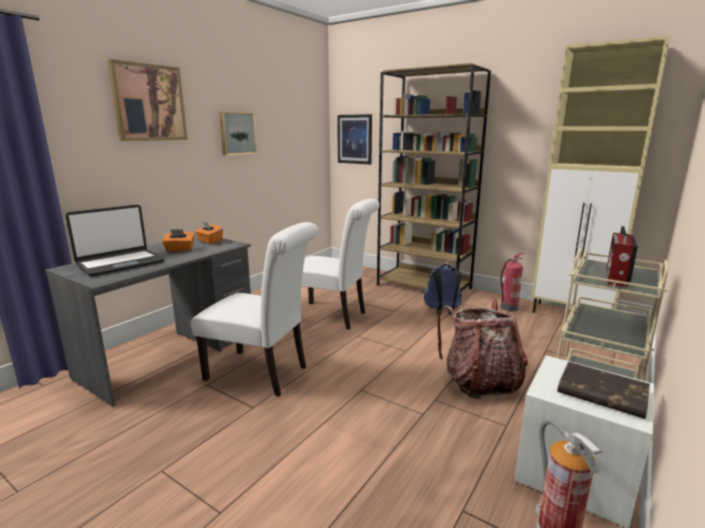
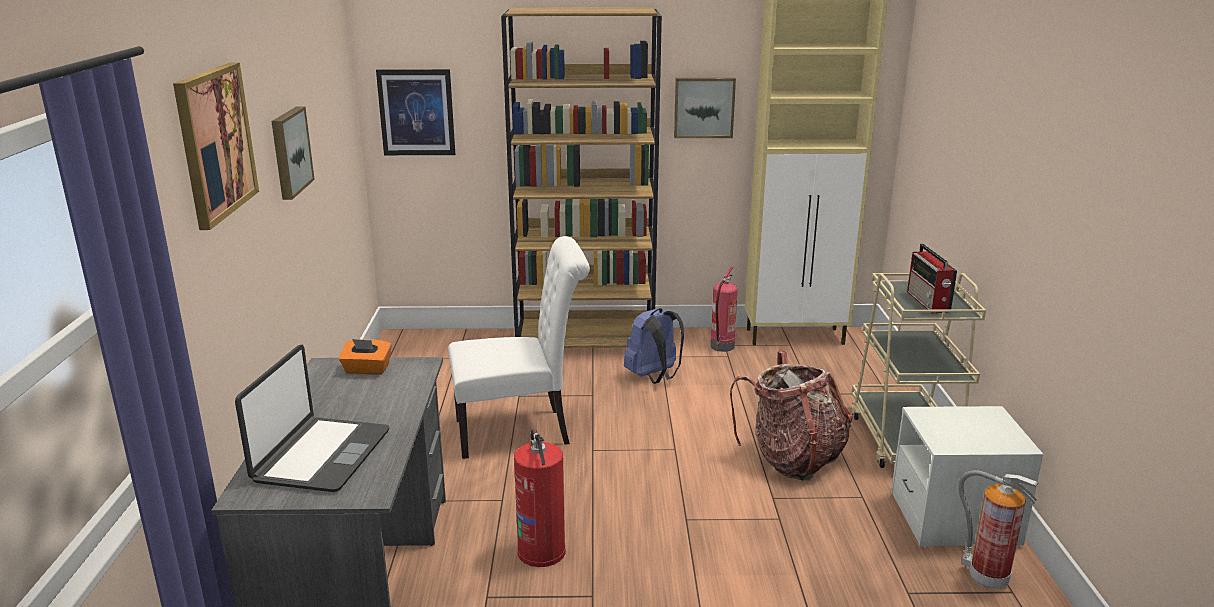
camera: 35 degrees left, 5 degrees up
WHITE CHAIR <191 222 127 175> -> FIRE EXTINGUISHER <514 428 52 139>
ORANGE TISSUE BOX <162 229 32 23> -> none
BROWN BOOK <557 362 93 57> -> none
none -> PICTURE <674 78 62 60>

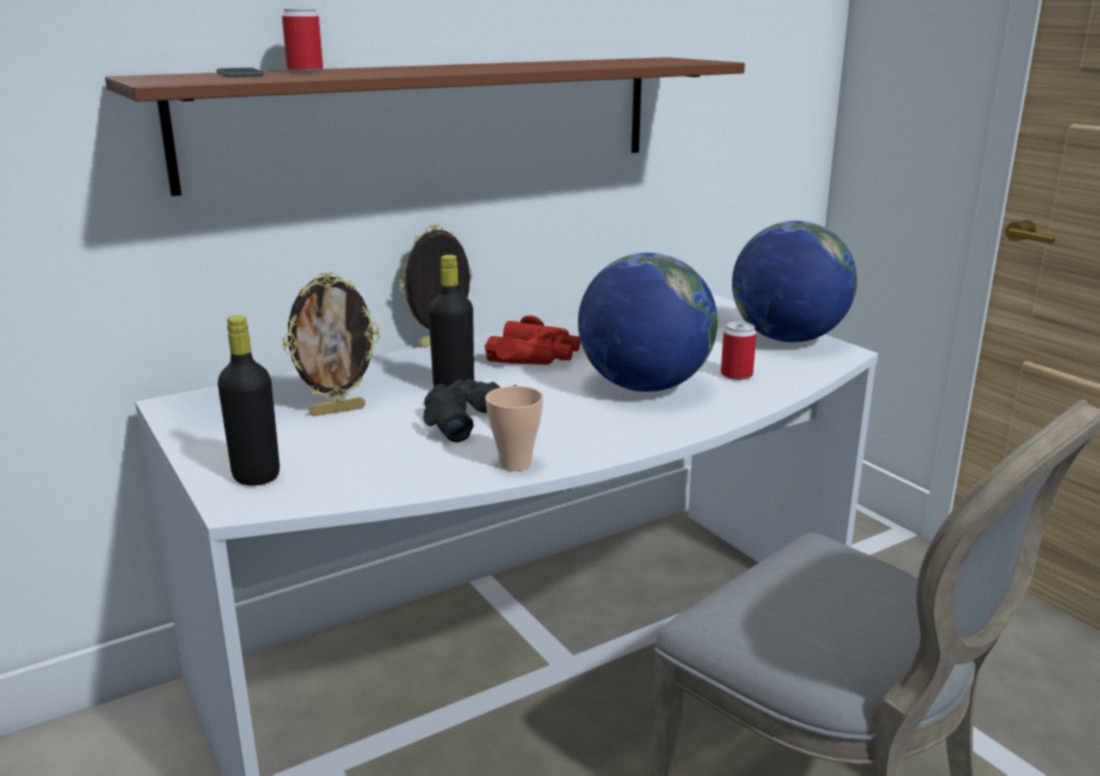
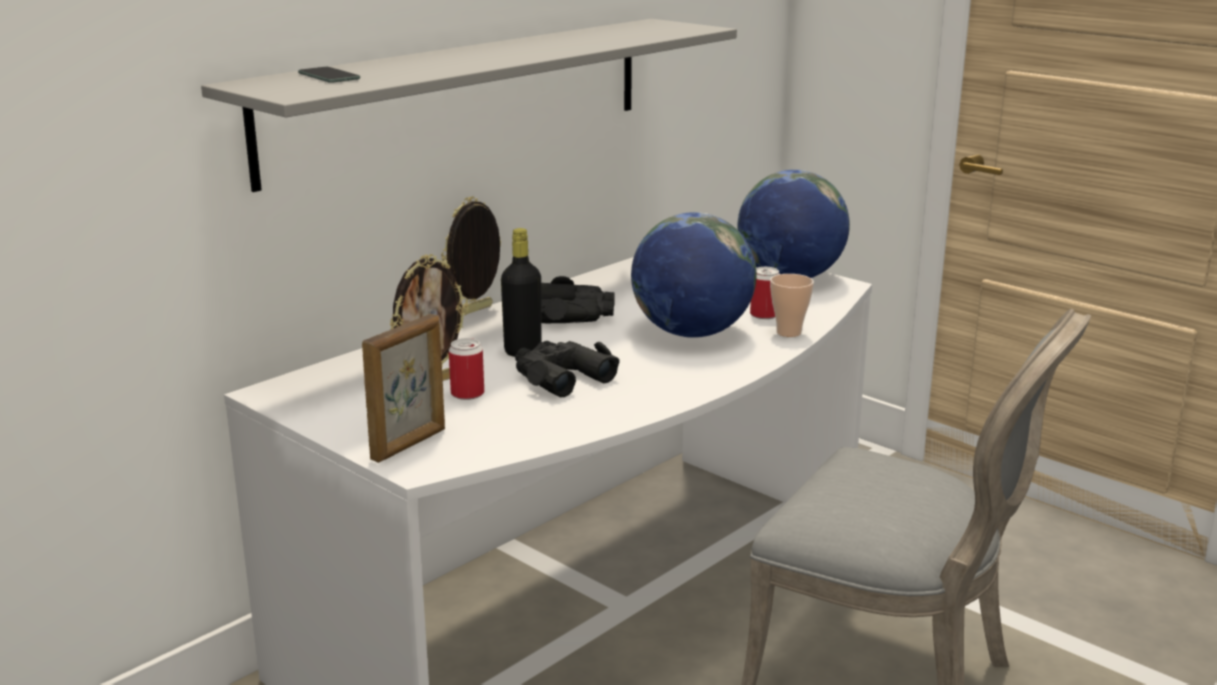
camera: 15 degrees left, 0 degrees up
CAN <282 8 41 64> -> CAN <449 338 35 62>, relocated
BROWN SHELF <105 57 640 139> -> GREY SHELF <201 19 536 173>
BLACK BOTTLE <218 315 62 171> -> PICTURE FRAME <362 314 83 149>
RED BINOCULARS <484 316 97 49> -> BLACK BINOCULARS <541 276 74 47>
CUP <485 386 59 85> -> CUP <770 274 44 63>, relocated

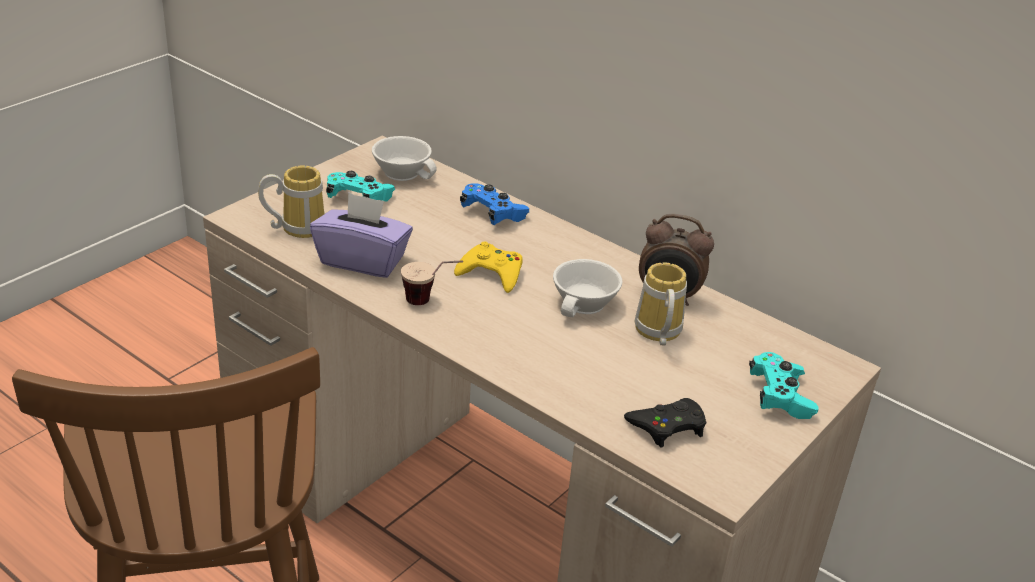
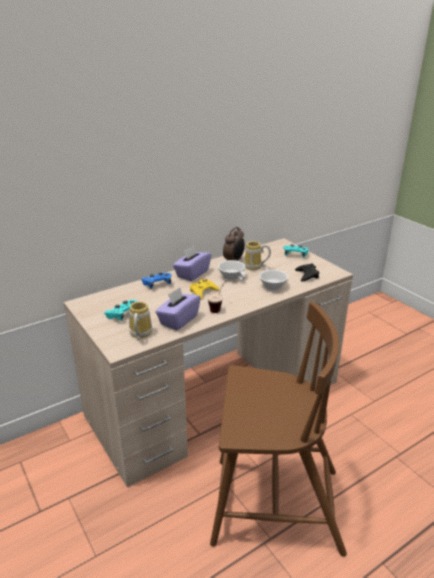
camera: 70 degrees left, 5 degrees down
WHITE CUP <372 136 65 45> -> WHITE CUP <259 269 29 22>, relocated
none -> PURPLE TISSUE BOX <173 245 38 36>

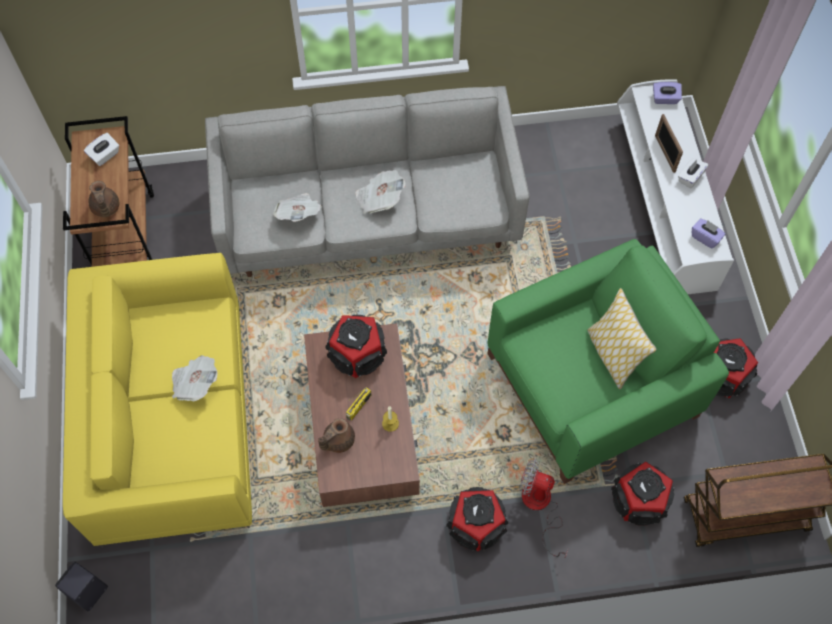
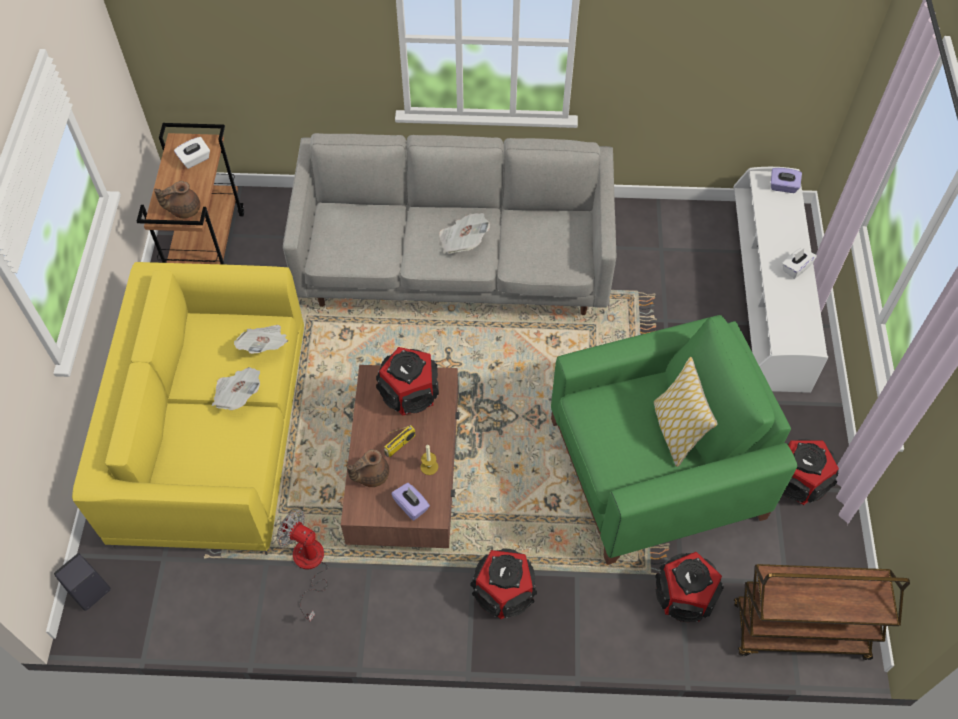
camera: 10 degrees right, 5 degrees down
PICTURE FRAME <655 114 28 59> -> none
BROWN TEAPOT <89 181 30 36> -> BROWN TEAPOT <154 181 46 37>, 75 degrees clockwise
NEWSPAPER <273 193 49 29> -> NEWSPAPER <234 325 54 29>, relocated
PURPLE TISSUE BOX <692 218 33 31> -> PURPLE TISSUE BOX <391 483 39 38>, relocated
FAN <520 459 48 100> -> FAN <277 510 51 111>, relocated

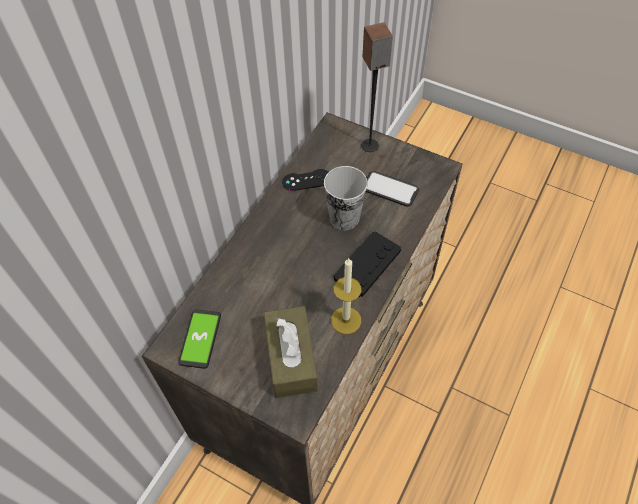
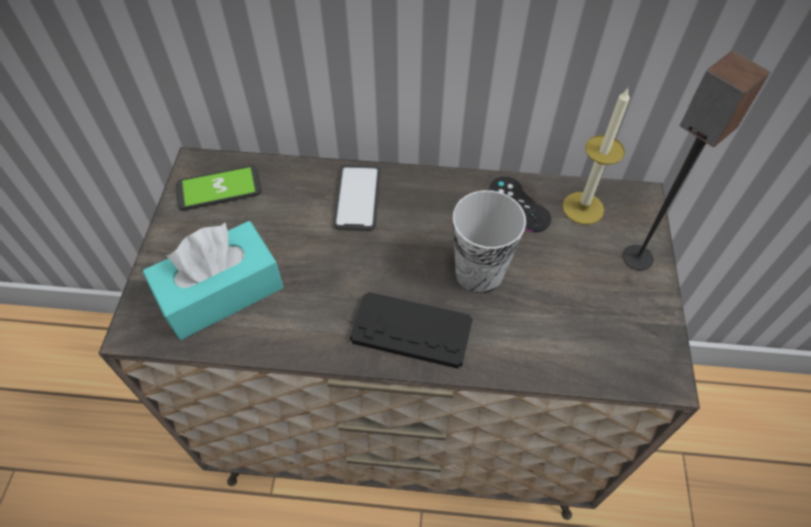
camera: 65 degrees right, 0 degrees up
PHONE <366 171 53 36> -> PHONE <333 165 47 65>, relocated
CANDLE <331 258 31 76> -> CANDLE <562 88 68 136>, relocated
BROWN TISSUE BOX <264 306 54 92> -> TURQUOISE TISSUE BOX <142 221 141 119>

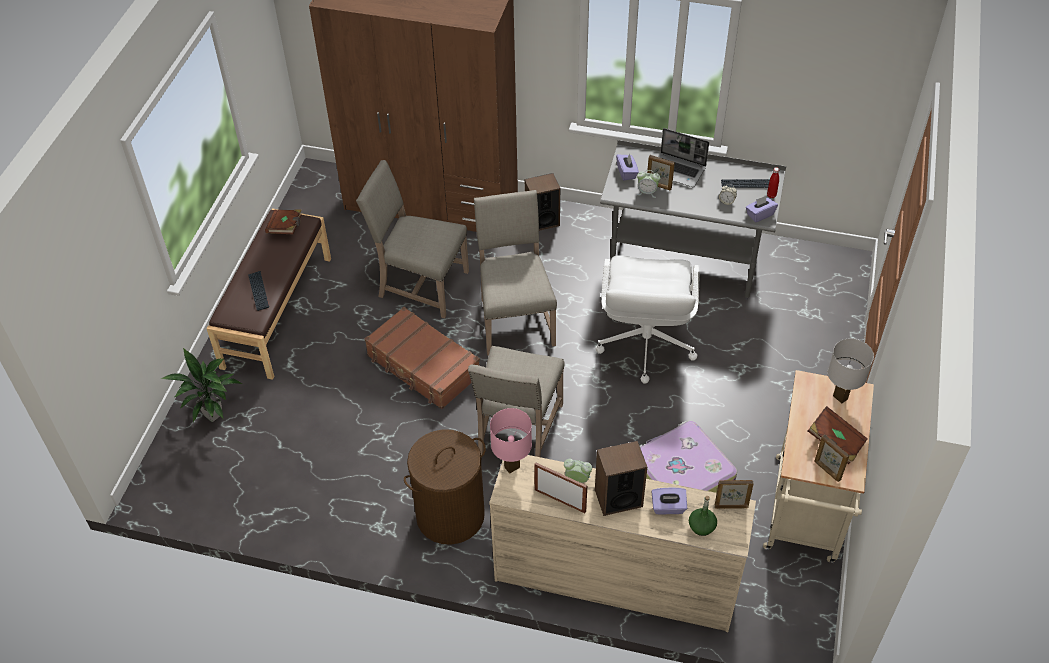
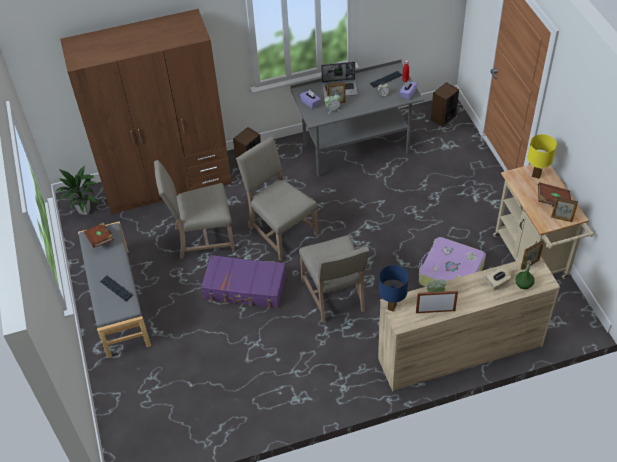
camera: 30 degrees left, 0 degrees up
BROWN BENCH <206 208 125 172> -> GREY BENCH <78 221 73 137>
WHITE OFFICE CHAIR <596 255 104 129> -> none
BROWN SUITCASE <364 307 116 102> -> PURPLE SUITCASE <201 255 85 53>
WHITE TABLE LAMP <828 339 46 65> -> YELLOW TABLE LAMP <527 134 30 45>
POTTED PLANT <160 348 82 74> -> POTTED PLANT <54 166 46 49>, relocated
PINK TABLE LAMP <490 408 42 66> -> BLUE TABLE LAMP <379 265 30 47>
BROWN LAUNDRY BASKET <404 429 82 116> -> none
SPEAKER <595 441 52 75> -> SPEAKER <431 82 28 45>, relocated
PURPLE TISSUE BOX <651 488 36 27> -> BEIGE TISSUE BOX <486 266 26 24>

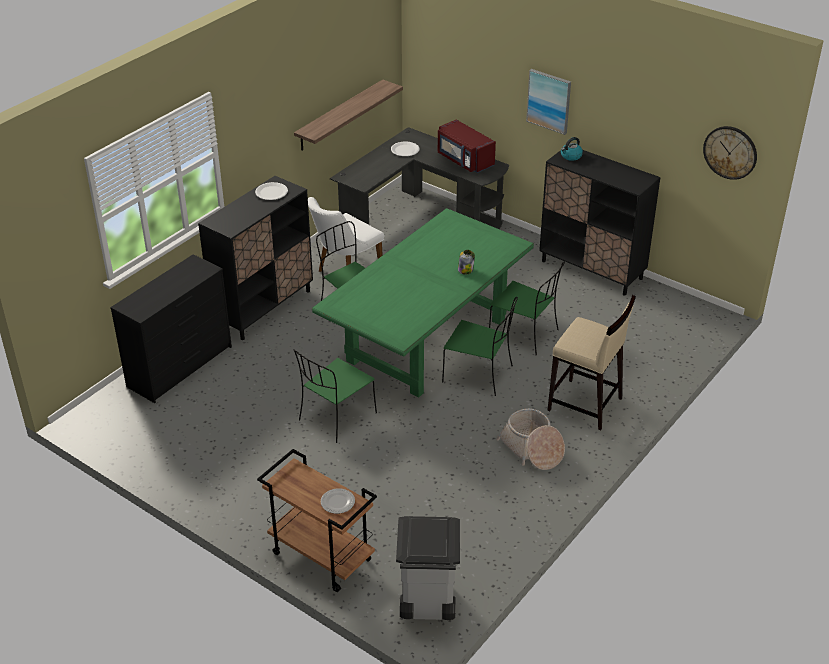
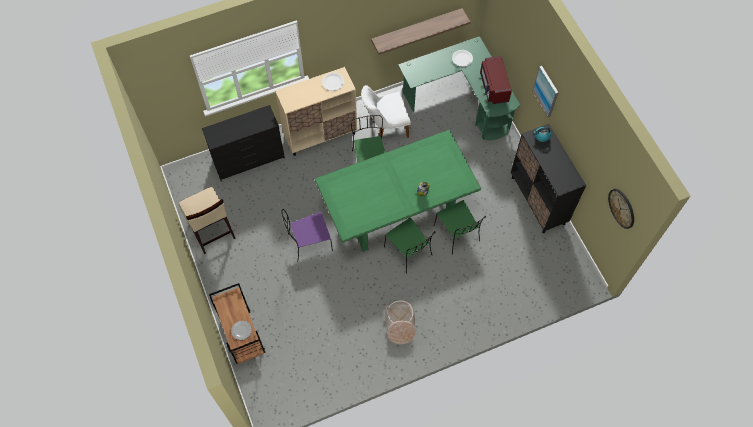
camera: 30 degrees right, 25 degrees up
BLACK DESK <330 127 179 102> -> GREEN DESK <398 36 122 104>
BLACK CABINET <198 176 115 164> -> BEIGE CABINET <275 67 82 89>
BEIGE STOOL <547 295 89 135> -> BEIGE STOOL <179 187 57 67>, relocated
GREEN CHAIR <294 349 83 94> -> PURPLE CHAIR <282 209 51 53>
GREY TRASH CAN <396 516 64 104> -> none

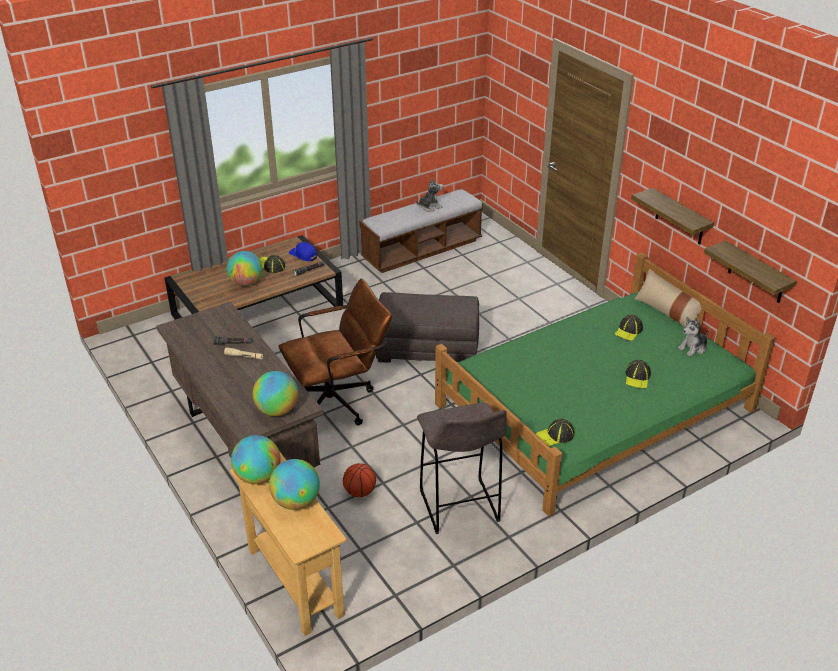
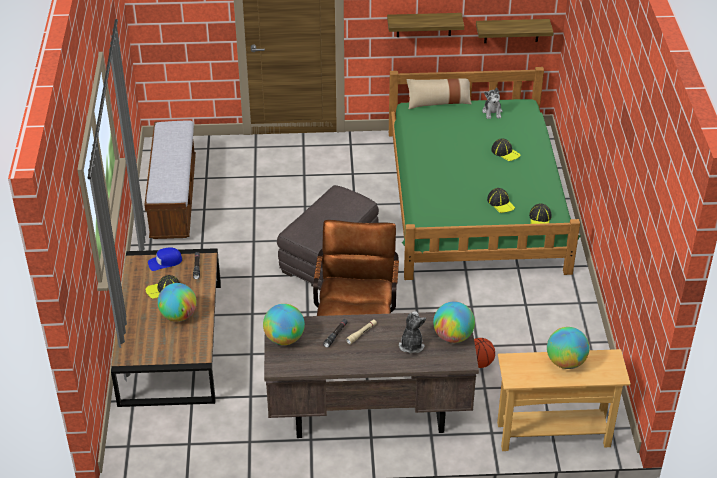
camera: 60 degrees left, 5 degrees up
PLUSH TOY <415 178 28 34> -> PLUSH TOY <399 311 27 42>, relocated
CAP <615 315 28 26> -> CAP <487 188 28 25>, relocated
GREY STOOL <417 402 90 132> -> none
GLOBE <231 435 50 49> -> GLOBE <263 304 42 41>, relocated

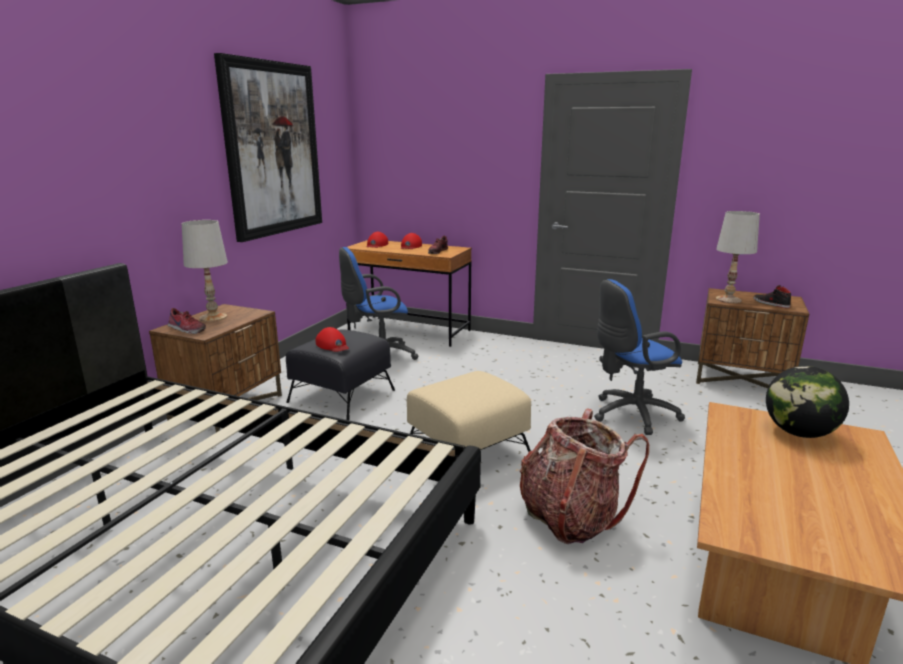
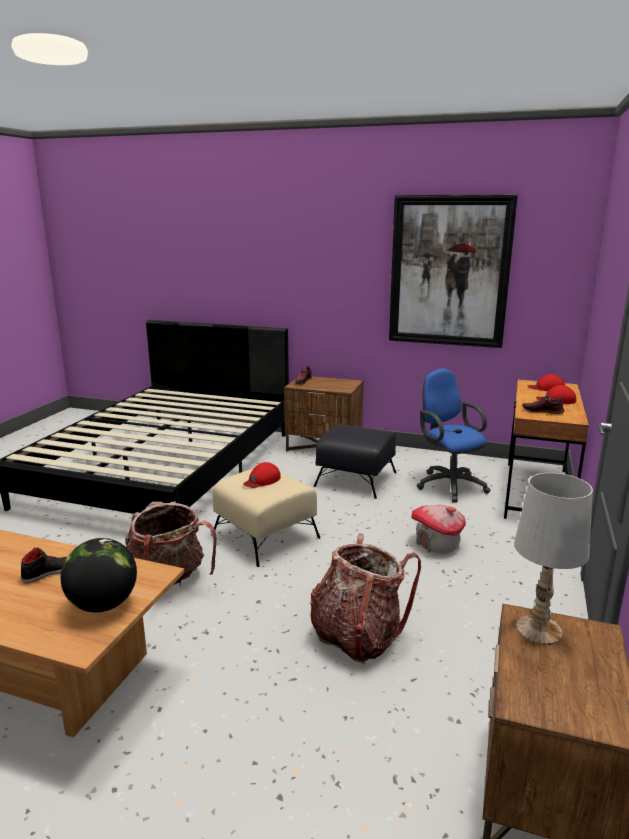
camera: 85 degrees right, 0 degrees up
WHITE TABLE LAMP <182 220 46 102> -> none
BLUE OFFICE CHAIR <594 279 91 156> -> BACKPACK <310 534 111 129>
BLACK SHOE <753 285 38 23> -> BLACK SHOE <21 547 46 36>, relocated
RED CAP <316 327 33 25> -> RED CAP <243 462 38 26>, relocated
none -> TOY HOUSE <411 505 55 48>

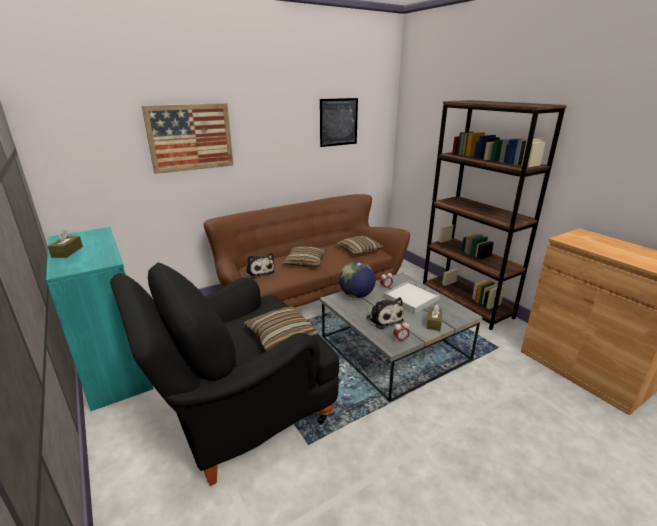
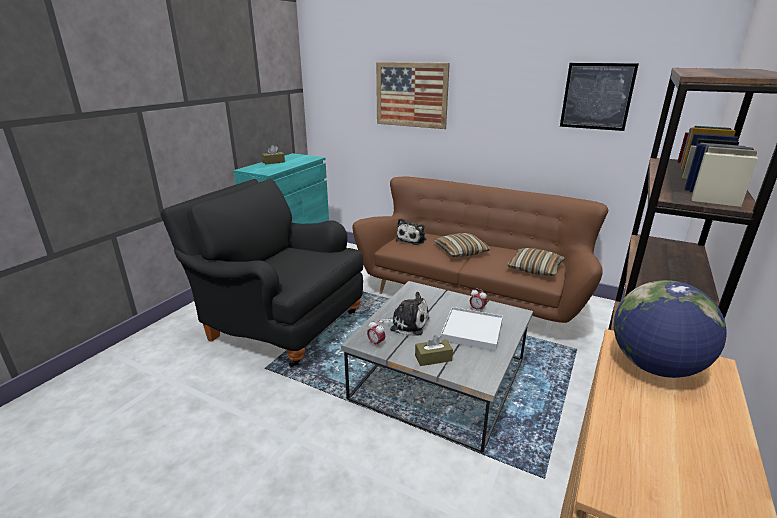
camera: 60 degrees right, 0 degrees up
GLOBE <339 261 37 37> -> GLOBE <614 280 113 98>, relocated
PLUSH TOY <366 297 38 32> -> PLUSH TOY <378 292 51 44>, 105 degrees counterclockwise
PILLOW <244 306 75 45> -> none

